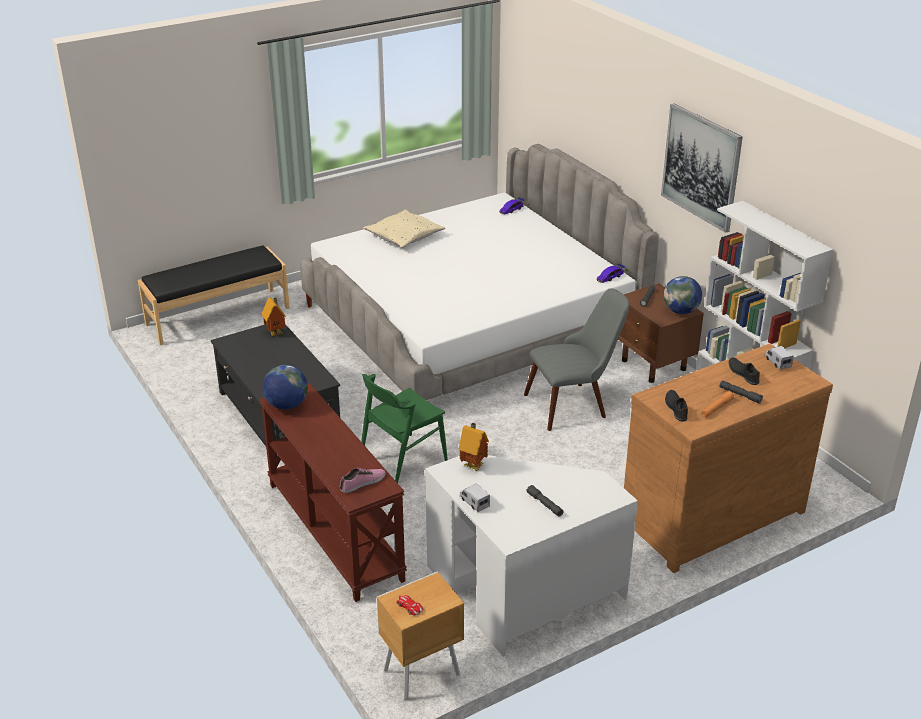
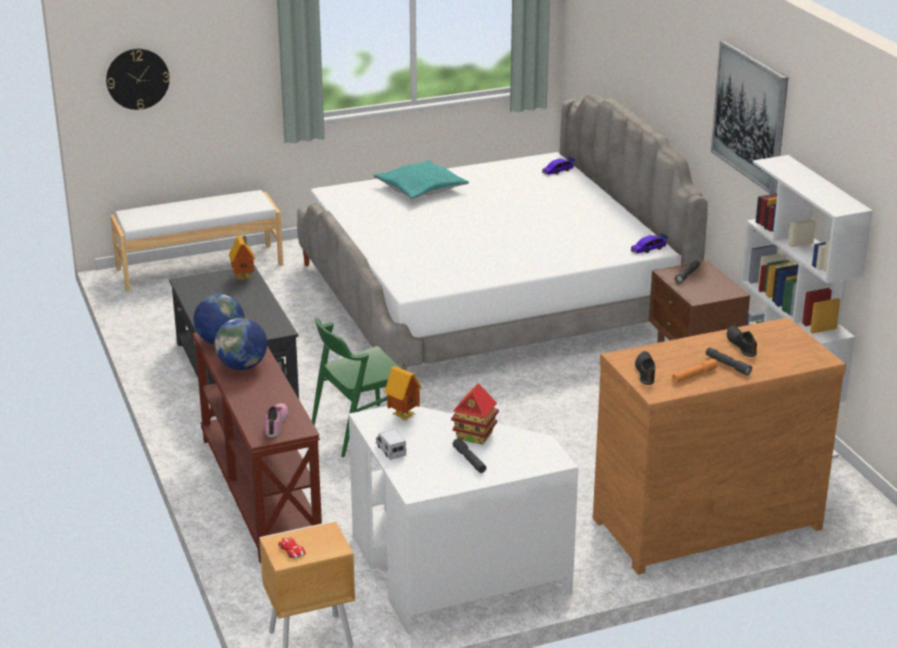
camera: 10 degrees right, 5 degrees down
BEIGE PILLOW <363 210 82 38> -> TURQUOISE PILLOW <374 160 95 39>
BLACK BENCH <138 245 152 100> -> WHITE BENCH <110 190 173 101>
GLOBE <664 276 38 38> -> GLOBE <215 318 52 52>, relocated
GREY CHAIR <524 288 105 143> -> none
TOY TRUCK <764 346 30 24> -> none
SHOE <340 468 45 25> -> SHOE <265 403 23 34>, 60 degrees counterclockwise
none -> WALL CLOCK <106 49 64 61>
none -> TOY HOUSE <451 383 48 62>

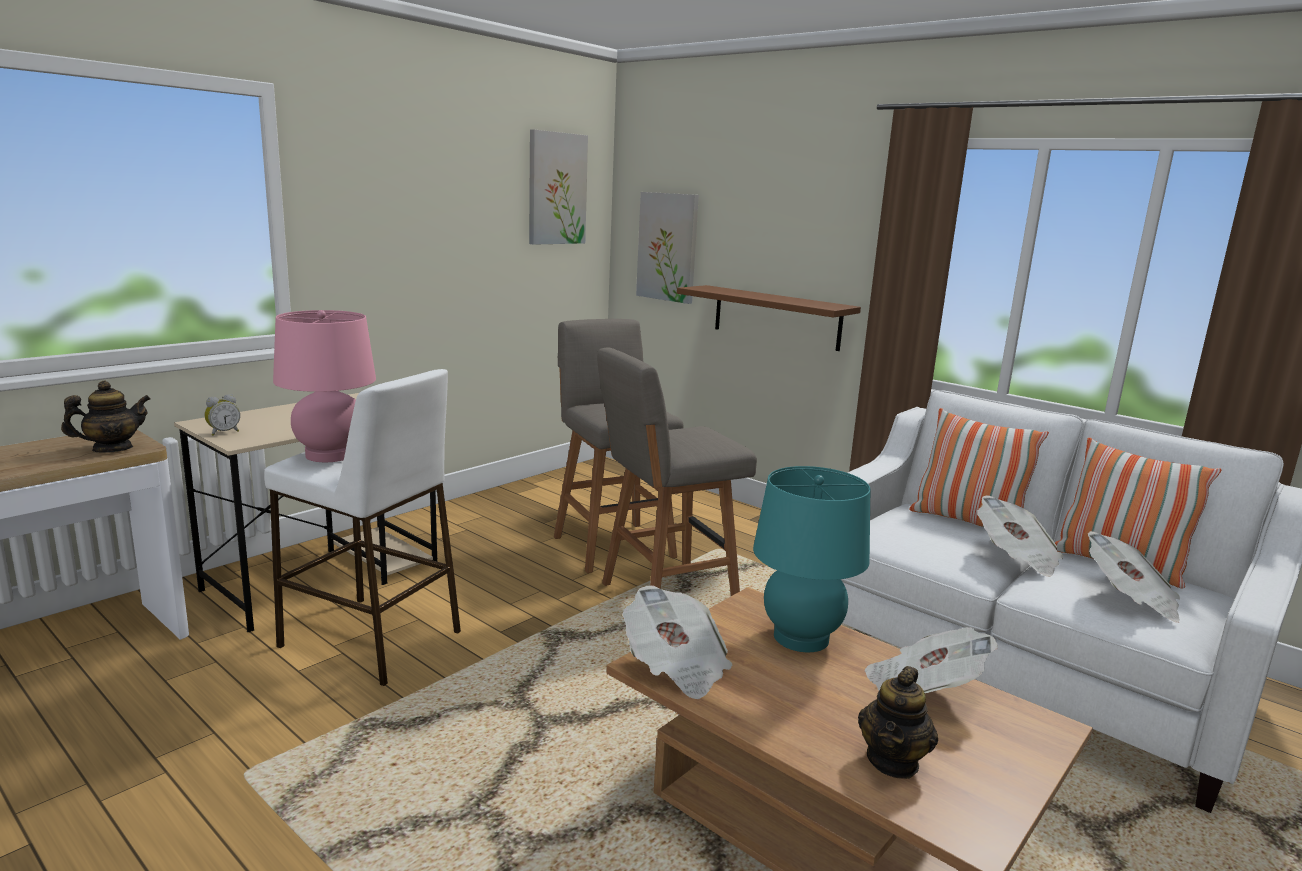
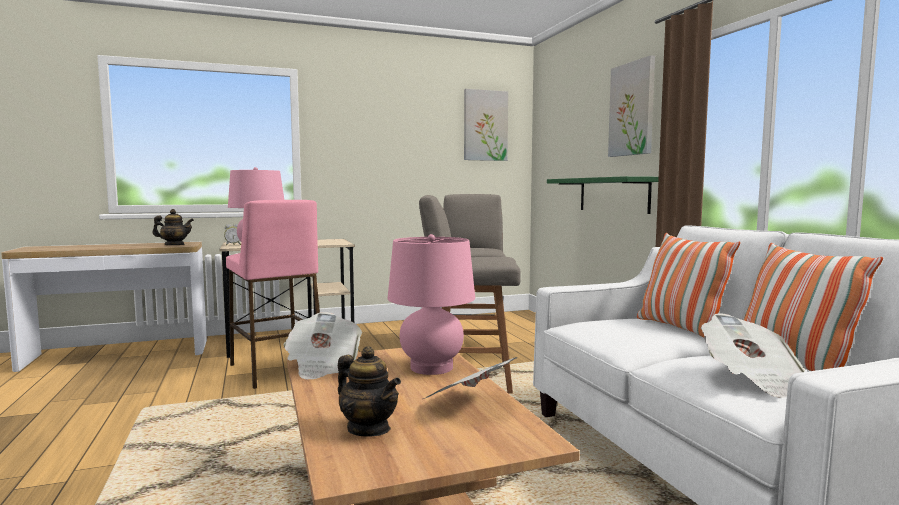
camera: 30 degrees right, 10 degrees down
PICTURE <636 192 63 112> -> PICTURE <608 55 47 102>, relocated
BROWN SHELF <677 285 184 66> -> GREEN SHELF <547 176 112 38>
WHITE STOOL <264 369 197 317> -> PINK STOOL <226 200 94 189>
TURQUOISE TABLE LAMP <753 466 118 186> -> PINK TABLE LAMP <388 234 87 141>
NEWSPAPER <977 495 87 82> -> none
TEAPOT <858 666 80 113> -> TEAPOT <338 346 63 91>, 105 degrees counterclockwise

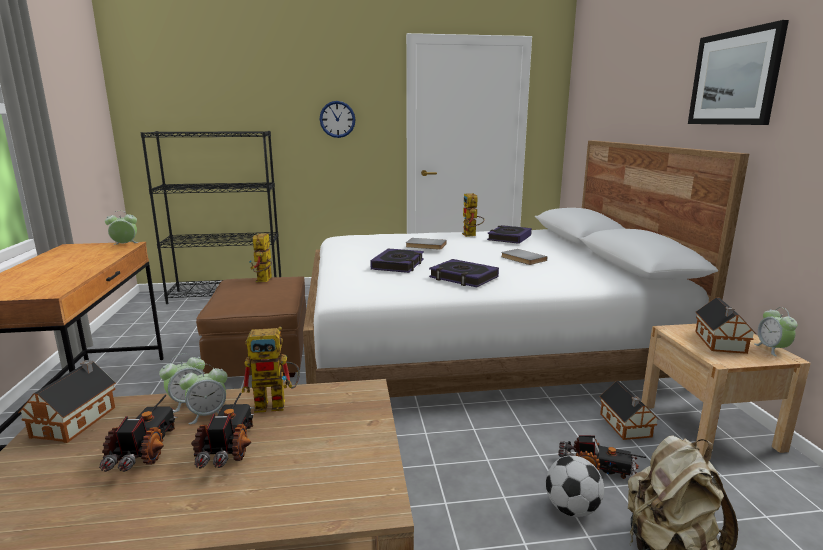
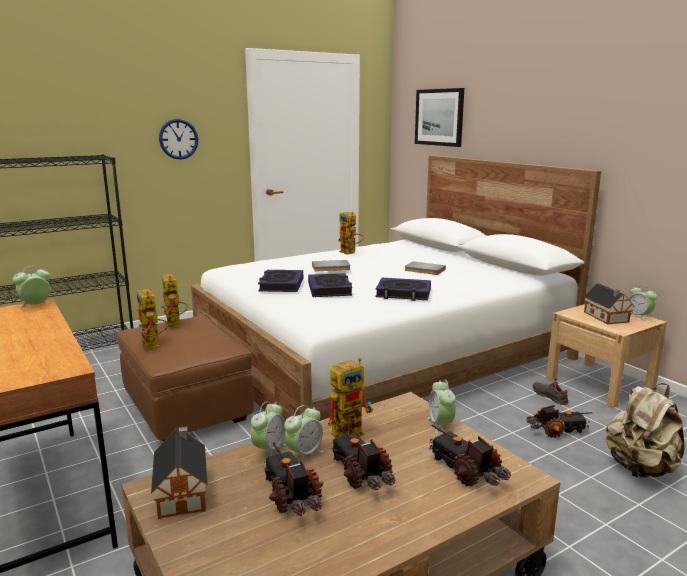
camera: 25 degrees left, 0 degrees up
PICTURE <688 20 101 105> -> PICTURE <415 88 49 59>, relocated
BOOK <487 225 45 19> -> BOOK <258 270 45 22>, relocated
TOY HOUSE <600 381 59 59> -> BLACK SHOE <533 378 36 27>
FOOTBALL <546 455 58 62> -> none
none -> TOY ROBOT <136 288 32 61>
none -> ALARM CLOCK <428 379 28 55>
none -> TOY TRUCK <428 425 83 62>

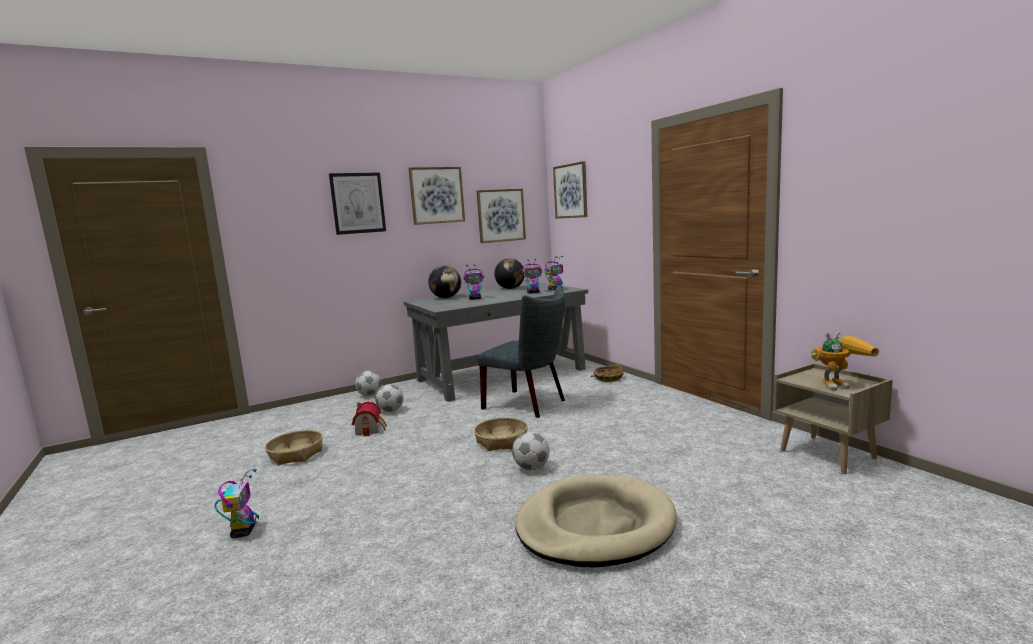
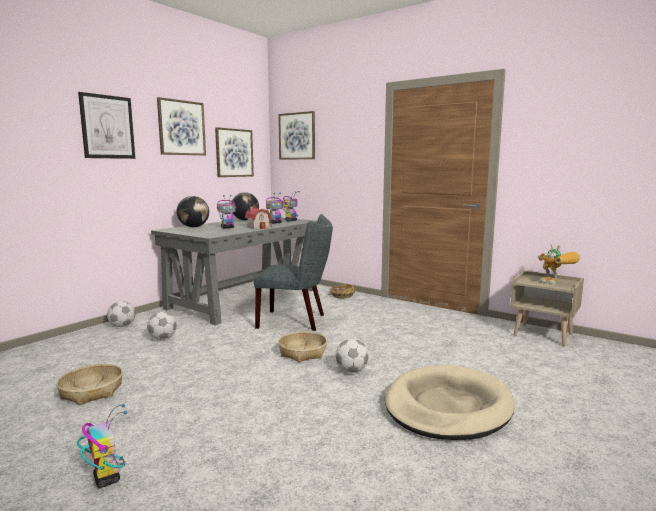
camera: 25 degrees left, 0 degrees up
TOY ROBOT <811 332 68 59> -> TOY ROBOT <538 244 43 41>, 90 degrees clockwise
TOY HOUSE <352 401 35 36> -> TOY HOUSE <245 206 27 23>, relocated

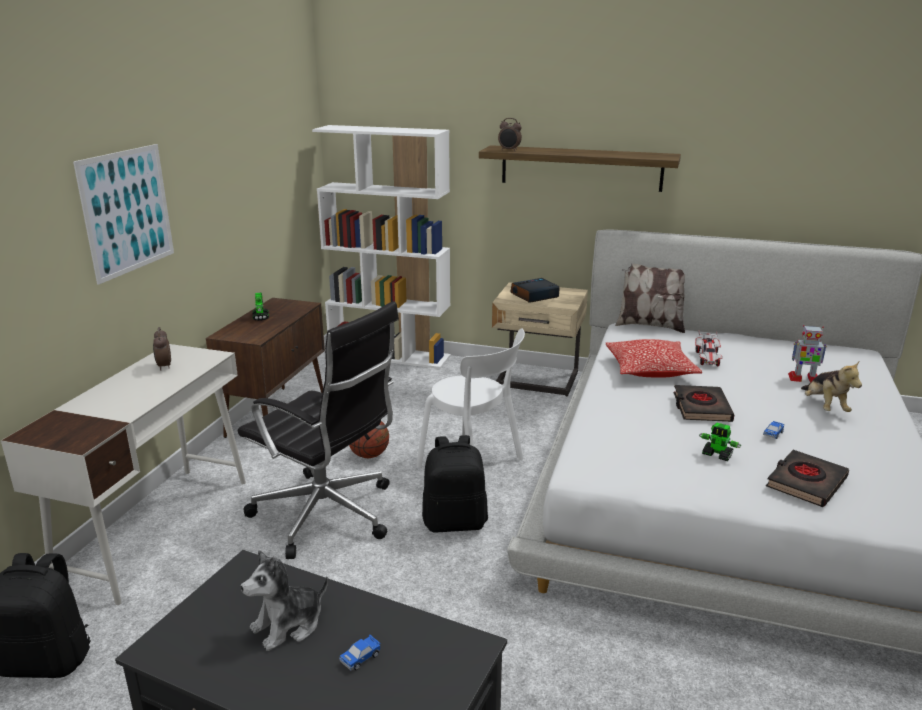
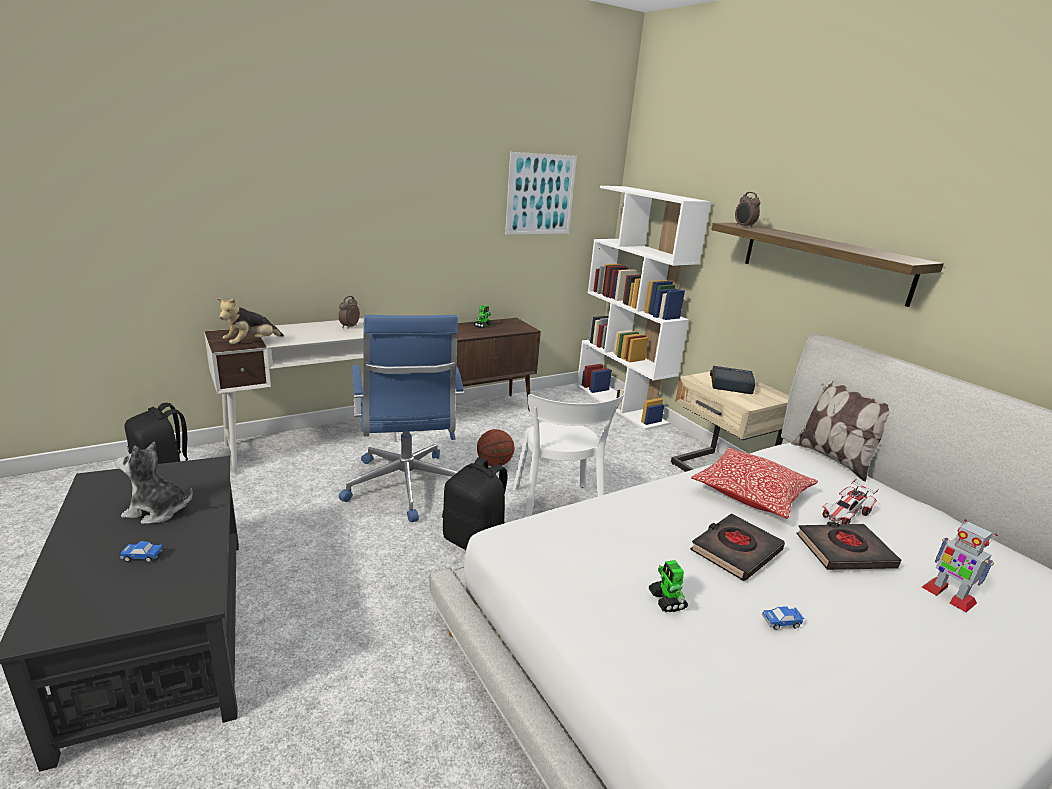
camera: 40 degrees right, 0 degrees up
PICTURE <73 144 101 141> -> PICTURE <505 152 72 82>, relocated
BLACK OFFICE CHAIR <238 301 161 258> -> BLUE OFFICE CHAIR <339 315 125 207>
PLUSH TOY <801 362 61 50> -> PLUSH TOY <217 298 67 46>, relocated
BLACK BOOK <766 450 83 57> -> BLACK BOOK <796 522 105 48>, relocated

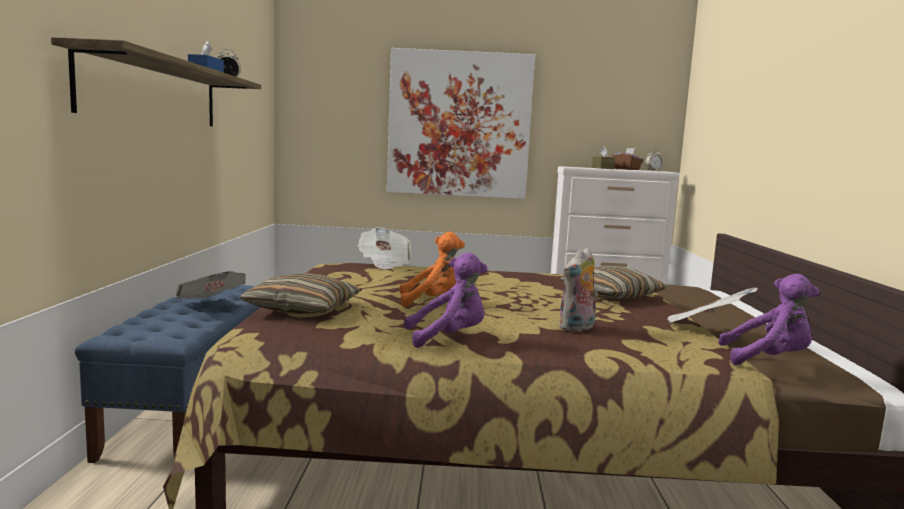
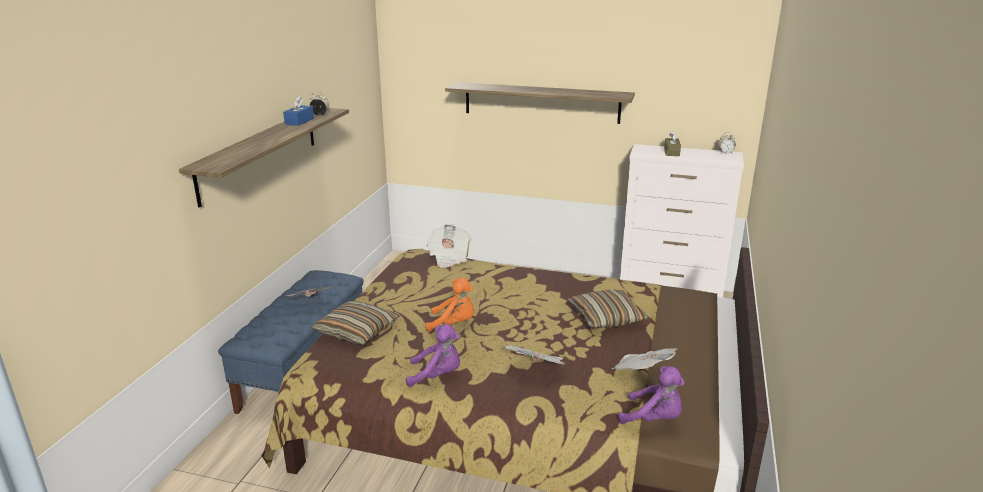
camera: 15 degrees right, 15 degrees up
PICTURE <387 48 148 151> -> SHELF <445 82 190 42>
BROWN TISSUE BOX <612 148 32 22> -> none
PLUSH TOY <558 248 40 84> -> NEWSPAPER <505 345 59 20>

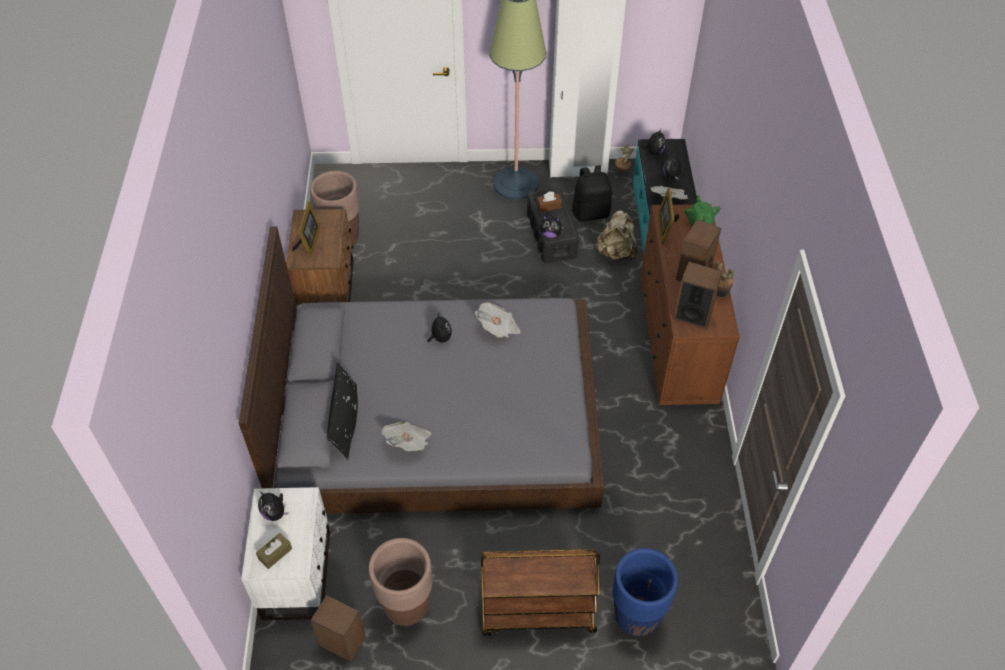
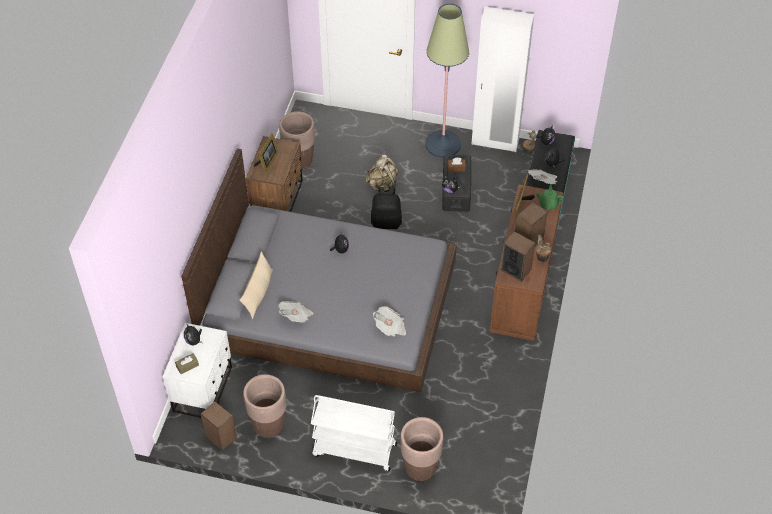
camera: 15 degrees right, 0 degrees up
BLACK BACKPACK <572 165 40 57> -> BLACK BACKPACK <371 187 31 42>, relocated
BEIGE BACKPACK <596 211 41 50> -> BEIGE BACKPACK <365 155 34 38>, relocated
NEWSPAPER <475 302 46 36> -> NEWSPAPER <373 306 33 31>, relocated
BLACK PILLOW <326 363 32 97> -> BEIGE PILLOW <240 252 33 67>
BLUE PLANTER <613 548 65 88> -> BROWN PLANTER <400 417 43 64>
BROWN CART <481 549 119 87> -> WHITE CART <311 395 86 76>

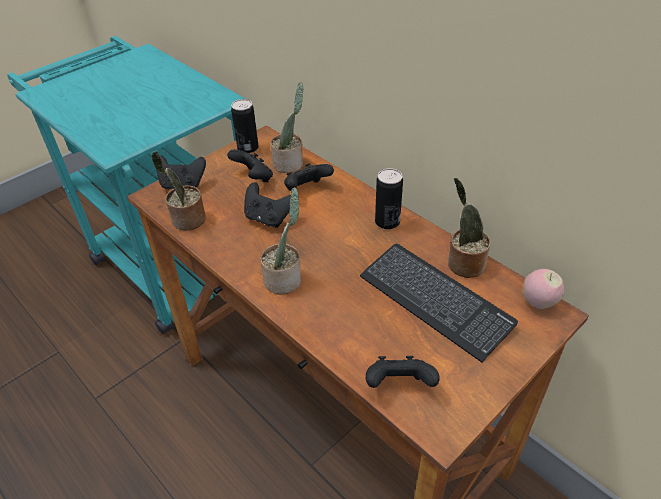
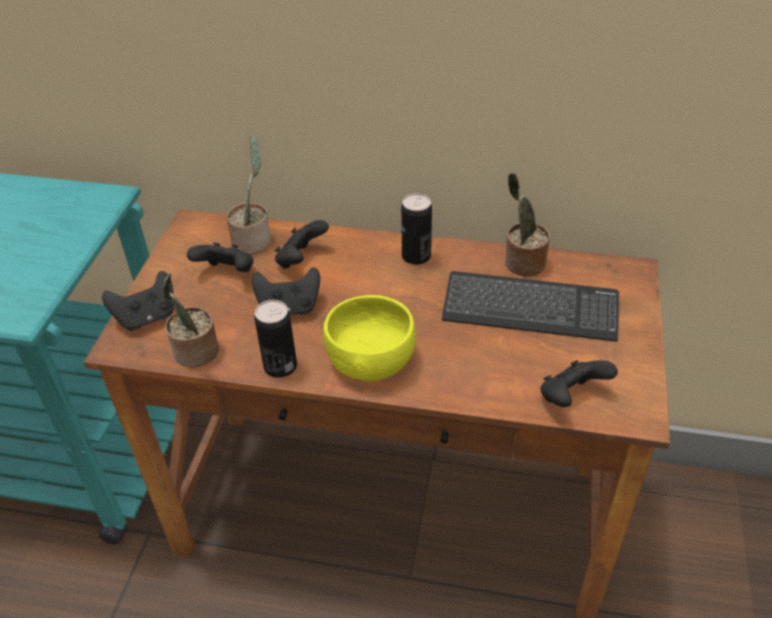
camera: 35 degrees left, 0 degrees up
CAN <231 99 28 54> -> CAN <254 300 43 78>, relocated
POTTED PLANT <260 187 41 107> -> YELLOW BOWL <323 295 93 86>
APPLE <523 269 42 40> -> none

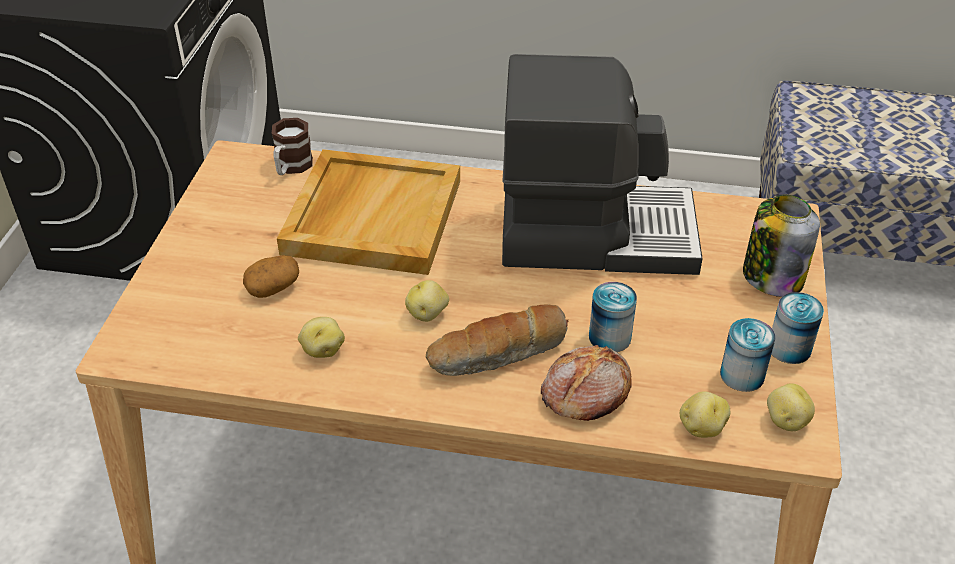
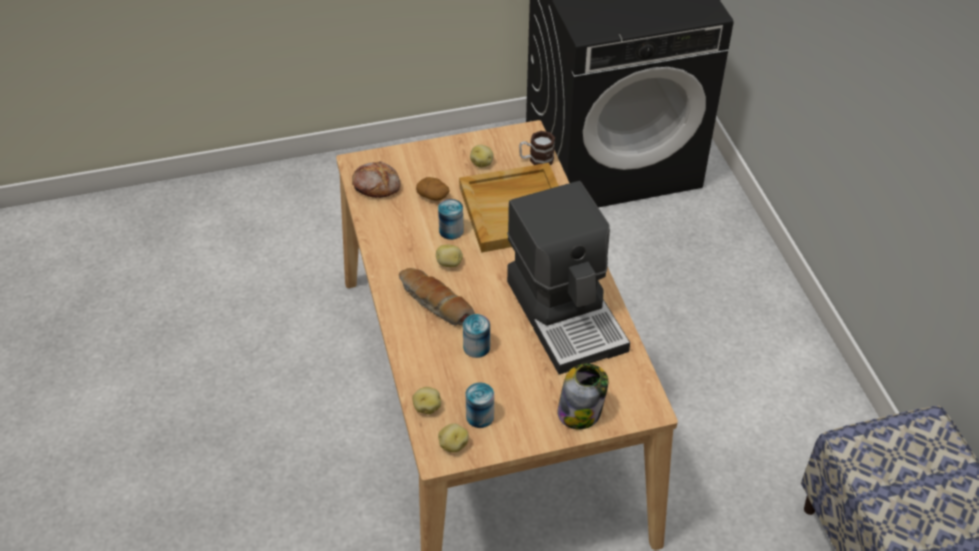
camera: 65 degrees right, 5 degrees up
CAN <772 292 52 72> -> CAN <438 199 26 41>, relocated
POTATO <298 317 47 41> -> POTATO <470 145 24 23>, relocated
BREAD <541 345 91 76> -> BREAD <352 161 48 37>, relocated

